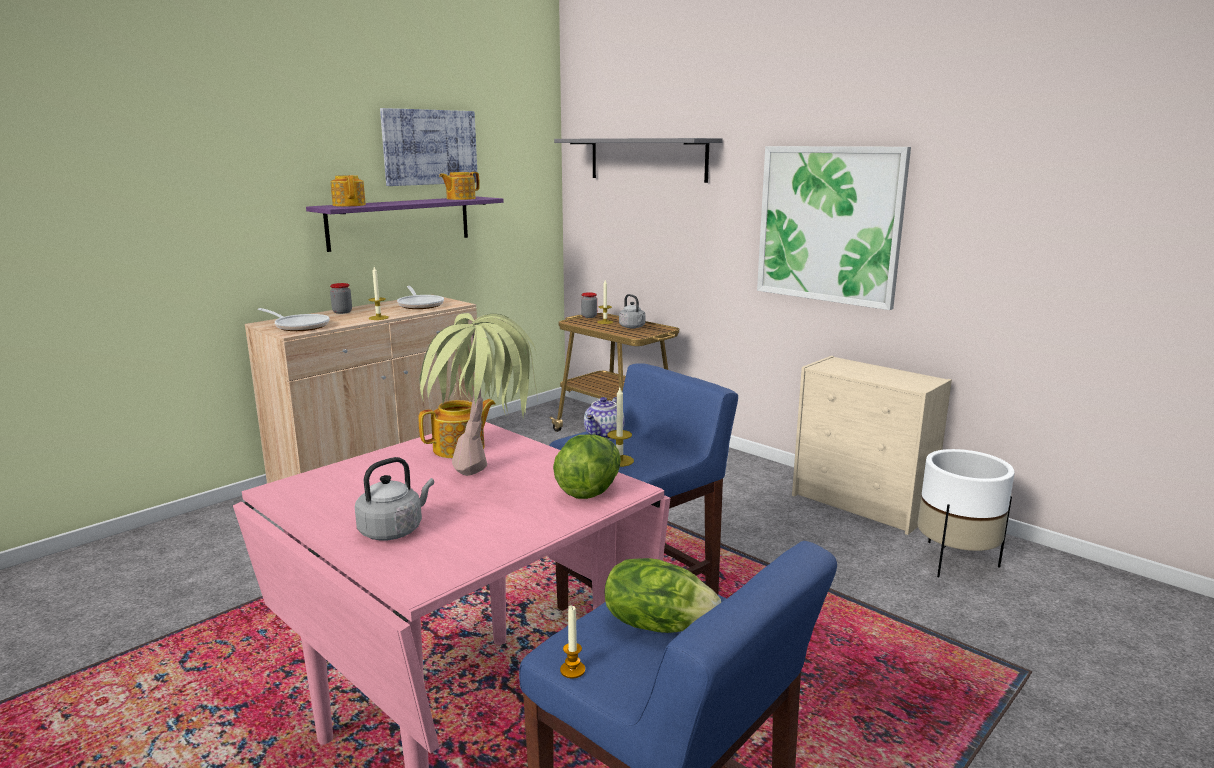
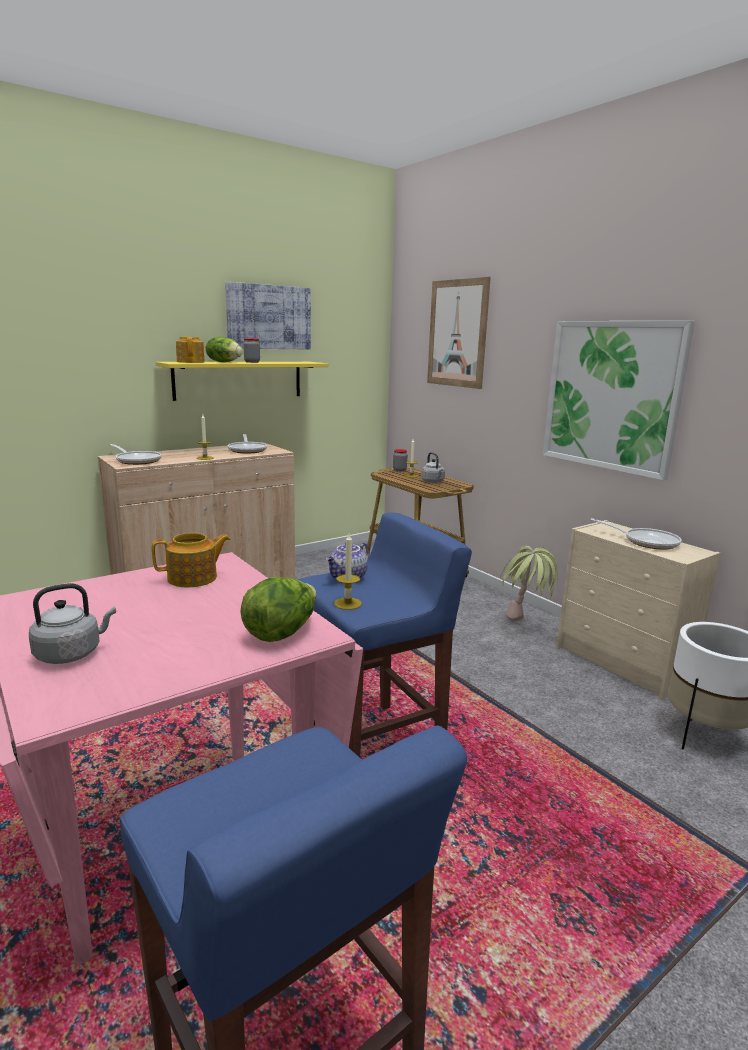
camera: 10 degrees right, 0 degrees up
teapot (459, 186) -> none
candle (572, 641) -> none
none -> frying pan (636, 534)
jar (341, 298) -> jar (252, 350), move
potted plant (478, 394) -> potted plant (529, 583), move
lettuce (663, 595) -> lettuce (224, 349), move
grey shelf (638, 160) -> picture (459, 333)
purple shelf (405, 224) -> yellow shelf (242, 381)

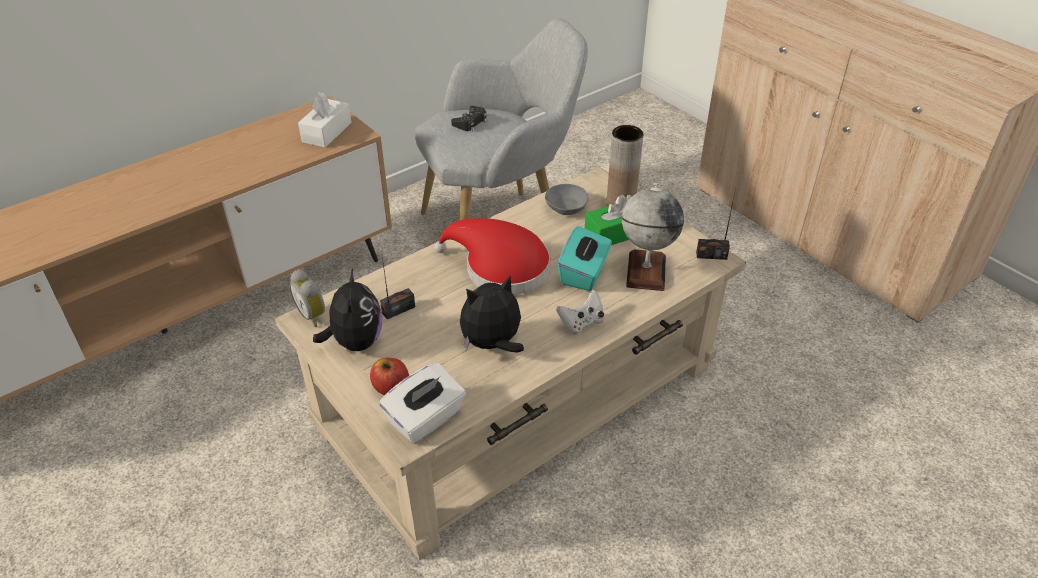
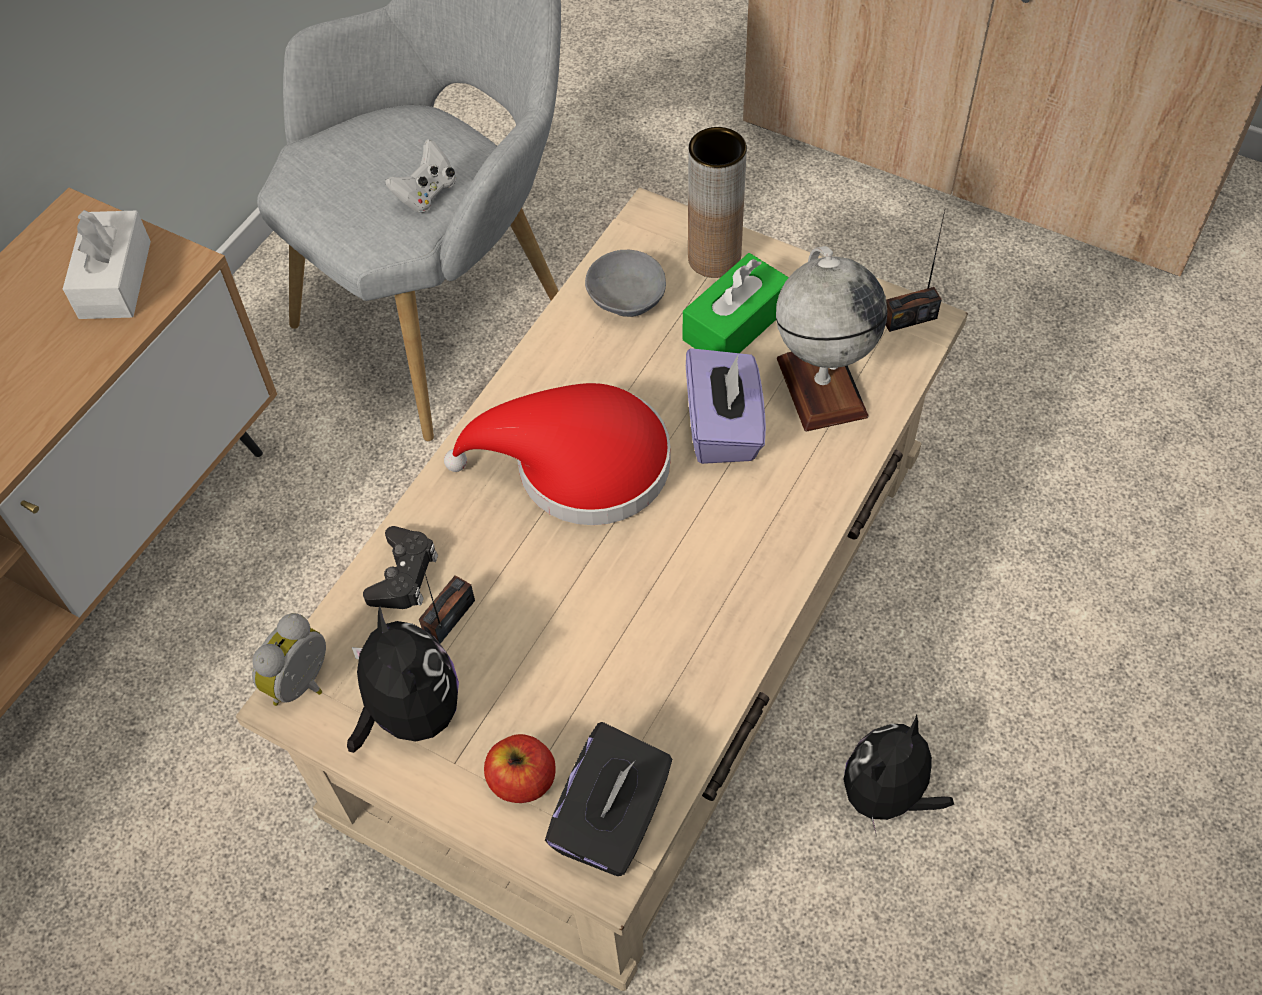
camera: 20 degrees left, 15 degrees up
black game controller (469, 118) -> black game controller (400, 567), move
plush toy (492, 314) -> plush toy (898, 776), move
white game controller (580, 312) -> white game controller (420, 176), move
white tissue box (422, 403) -> black tissue box (608, 799)
turquoise tissue box (585, 258) -> purple tissue box (726, 406)
alarm clock (307, 298) -> alarm clock (289, 659), 90 degrees clockwise

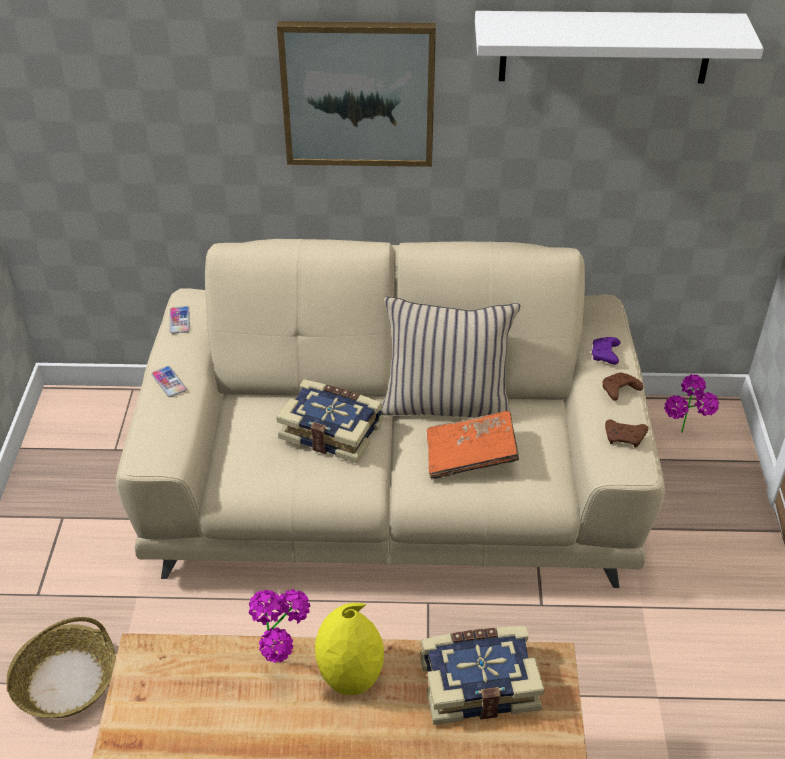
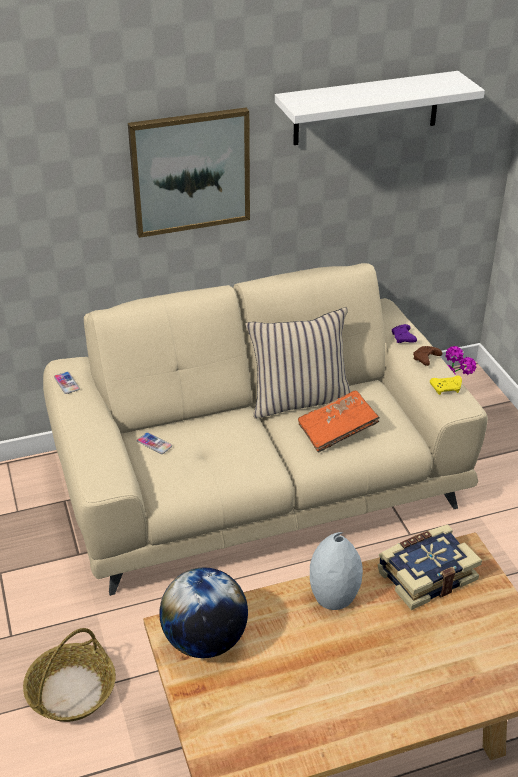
camera: 20 degrees left, 5 degrees down
potted plant (279, 626) -> none
book (329, 421) -> none
none -> globe (203, 612)
phone (169, 381) -> phone (154, 443), move
yellow vase (349, 649) -> grey vase (336, 571)
brown game controller (626, 433) -> yellow game controller (446, 385)

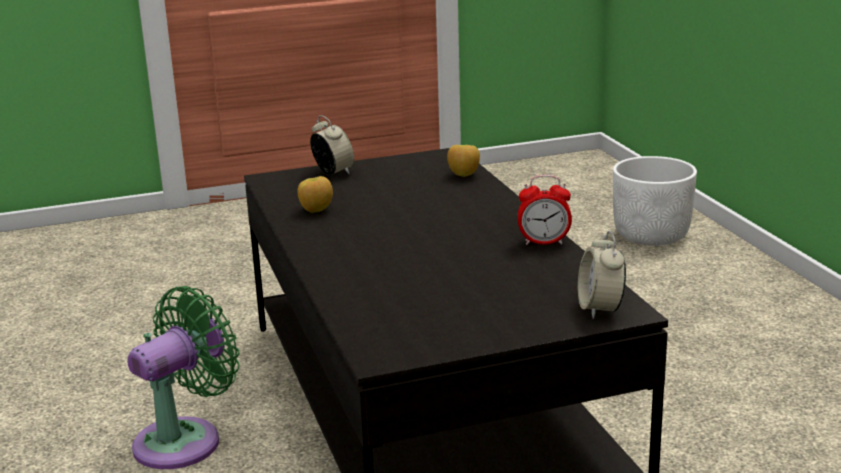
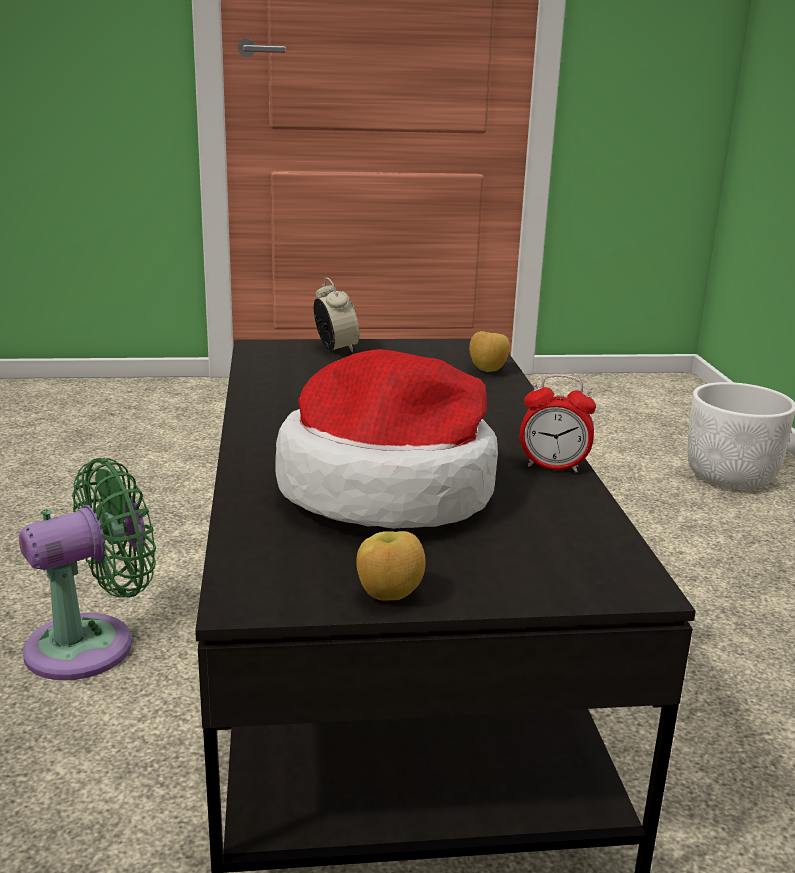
camera: 10 degrees right, 0 degrees up
alarm clock (602, 275) -> none
none -> hat (387, 439)
apple (315, 194) -> apple (391, 566), move

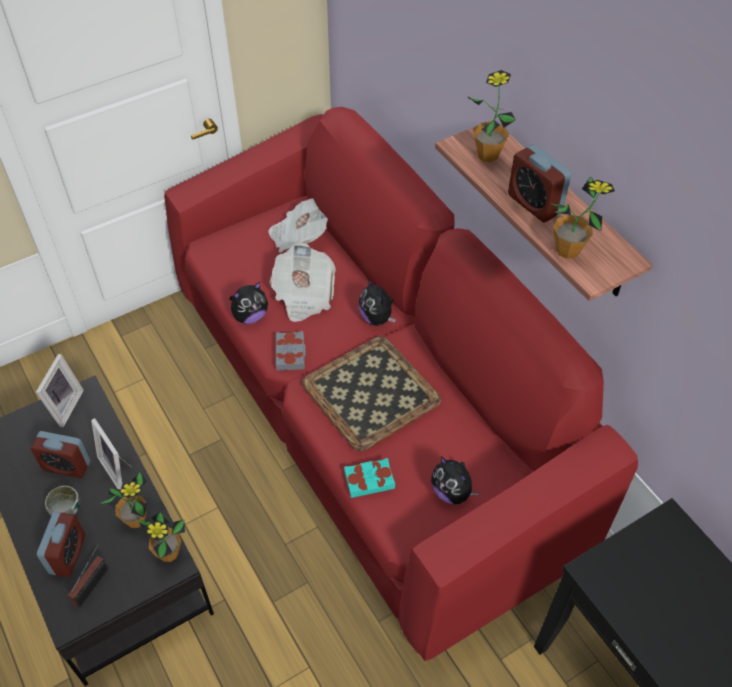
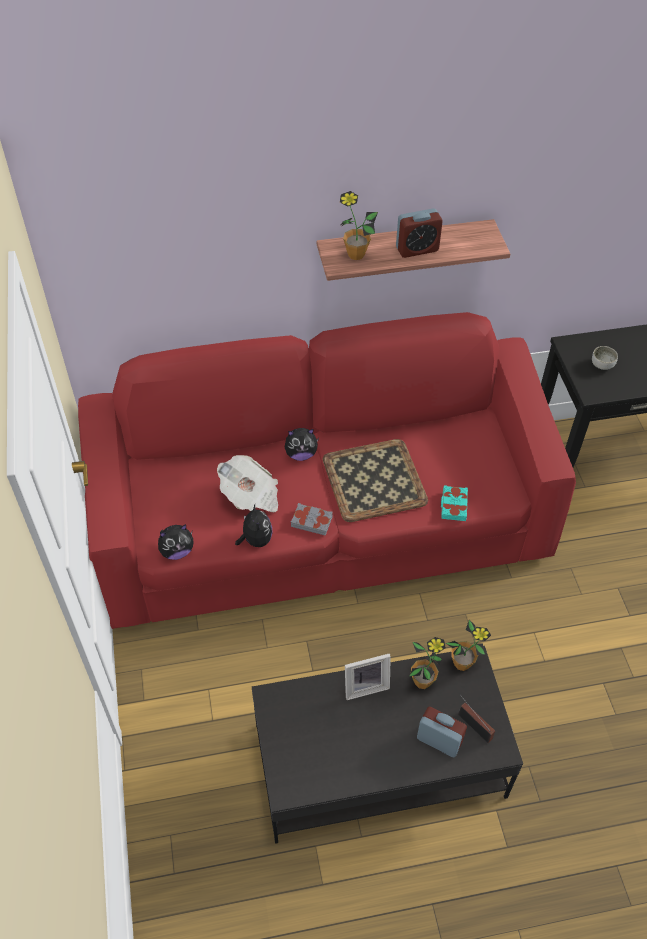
camera: 70 degrees left, 0 degrees up
alarm clock (60, 454) -> none
picture frame (60, 391) -> none
newspaper (298, 226) -> none
potted plant (582, 217) -> none
bowl (62, 501) -> bowl (605, 358), move
plush toy (455, 480) -> plush toy (176, 542), move

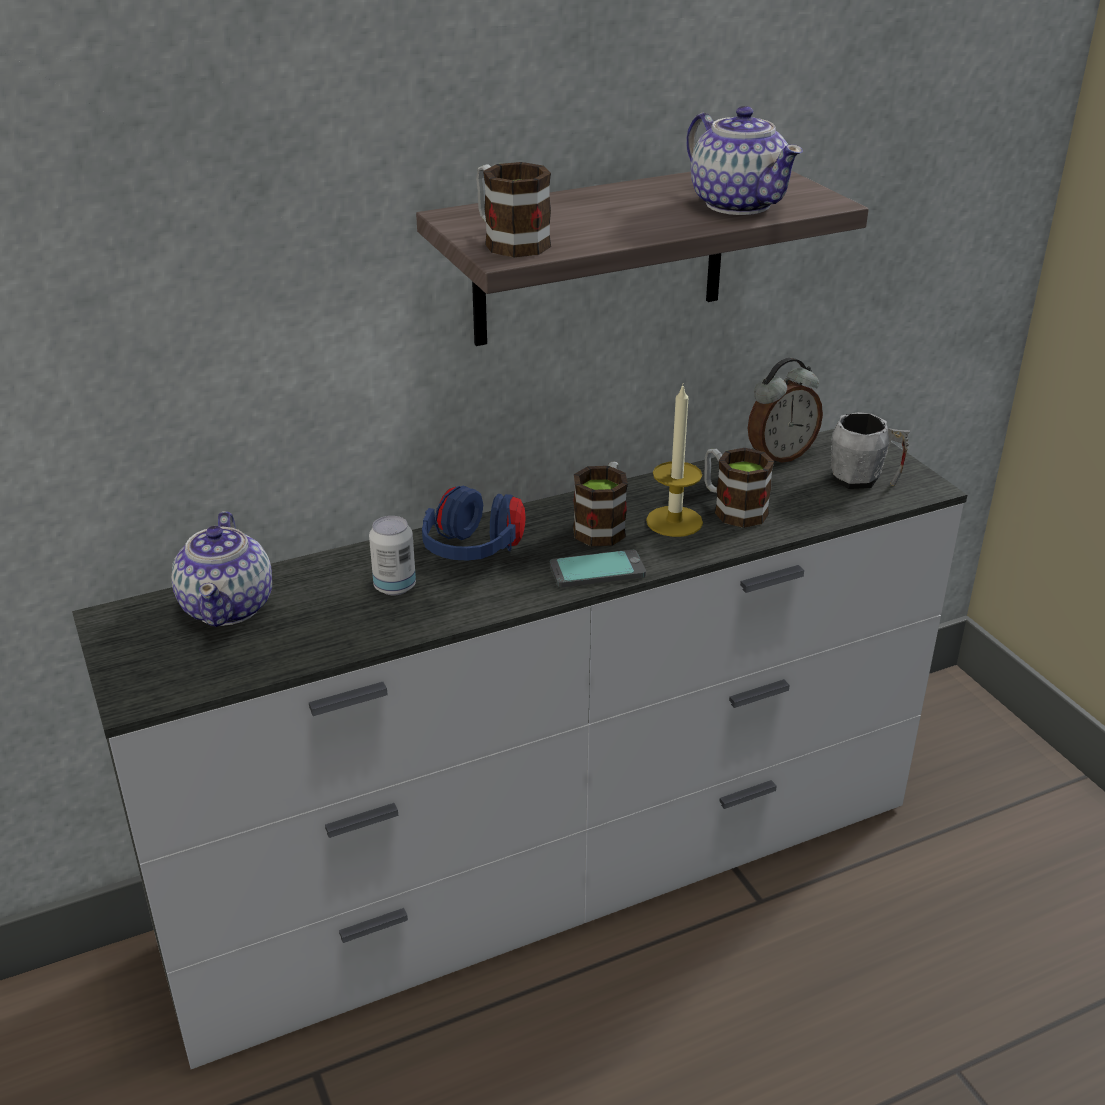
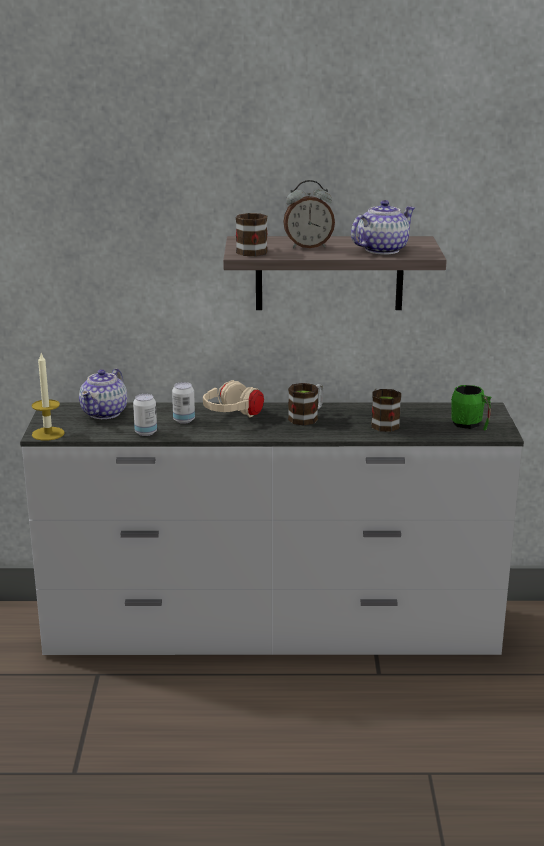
camera: 25 degrees right, 10 degrees down
phone (598, 568) -> none
none -> can (145, 415)
candle (674, 461) -> candle (48, 397), move
alarm clock (785, 410) -> alarm clock (309, 214), move
blue headphones (473, 523) -> beige headphones (233, 398)
grey mug (870, 450) -> green mug (471, 408)
teapot (744, 160) -> teapot (383, 227), 120 degrees counterclockwise

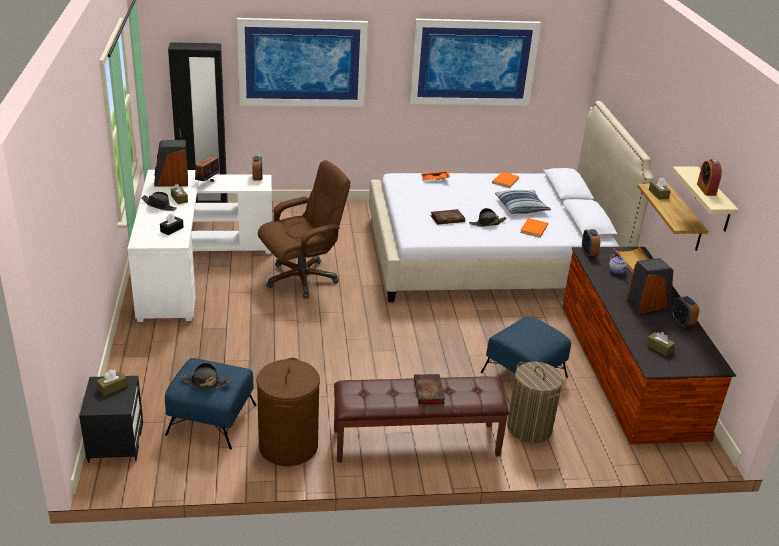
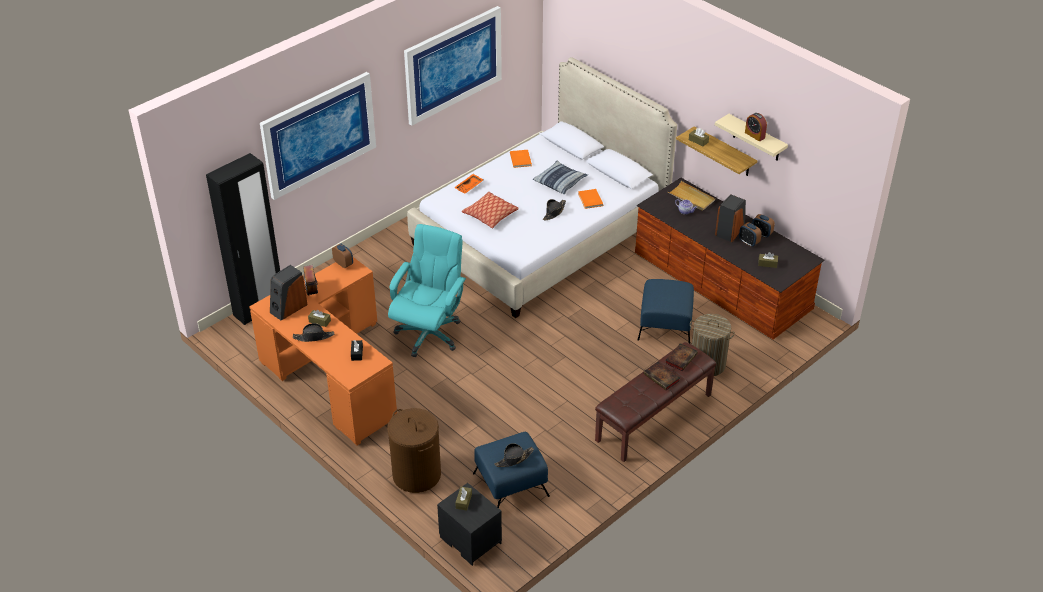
camera: 35 degrees left, 10 degrees up
none -> pillow (490, 210)
brown laundry basket (288, 412) -> brown laundry basket (414, 450), move
book (447, 217) -> book (681, 357), move
alarm clock (591, 242) -> alarm clock (750, 234), move
white desk (200, 246) -> orange desk (323, 351)
brown office chair (304, 229) -> turquoise office chair (427, 290)

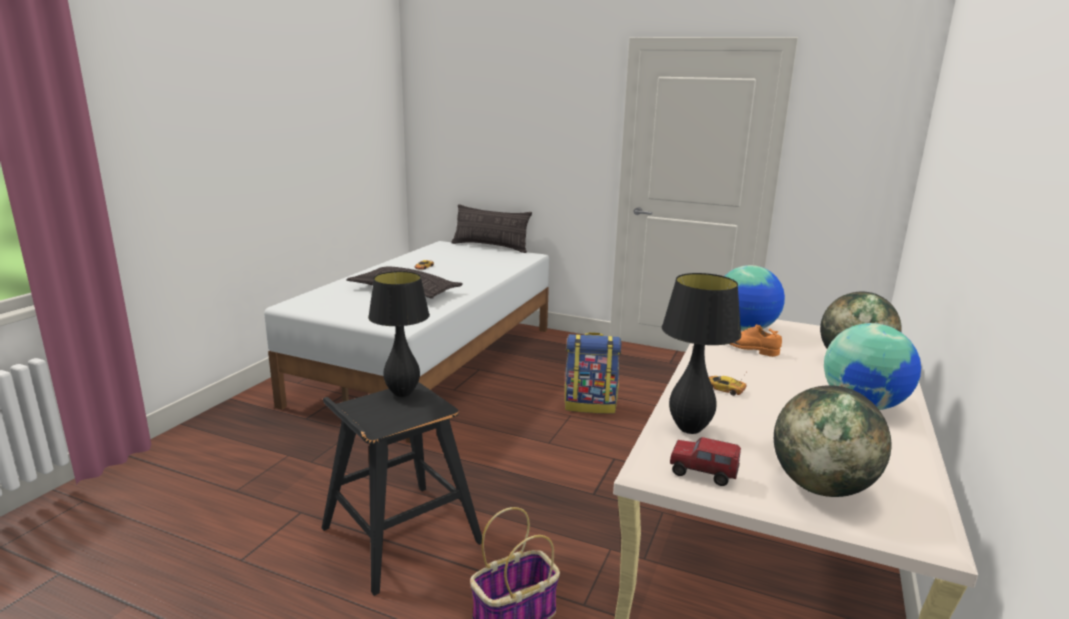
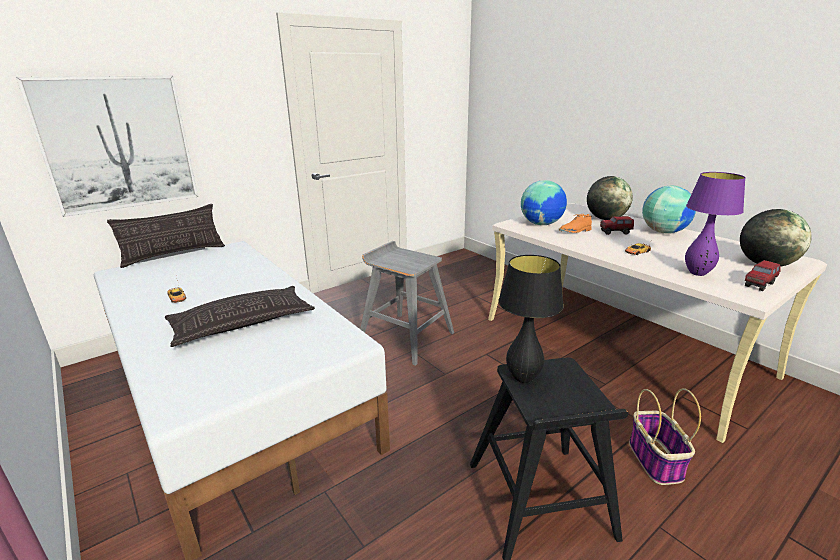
camera: 60 degrees left, 5 degrees up
none -> picture (107, 146)
none -> toy truck (617, 225)
backpack (593, 373) -> grey stool (407, 303)
black table lamp (701, 353) -> purple table lamp (715, 224)

